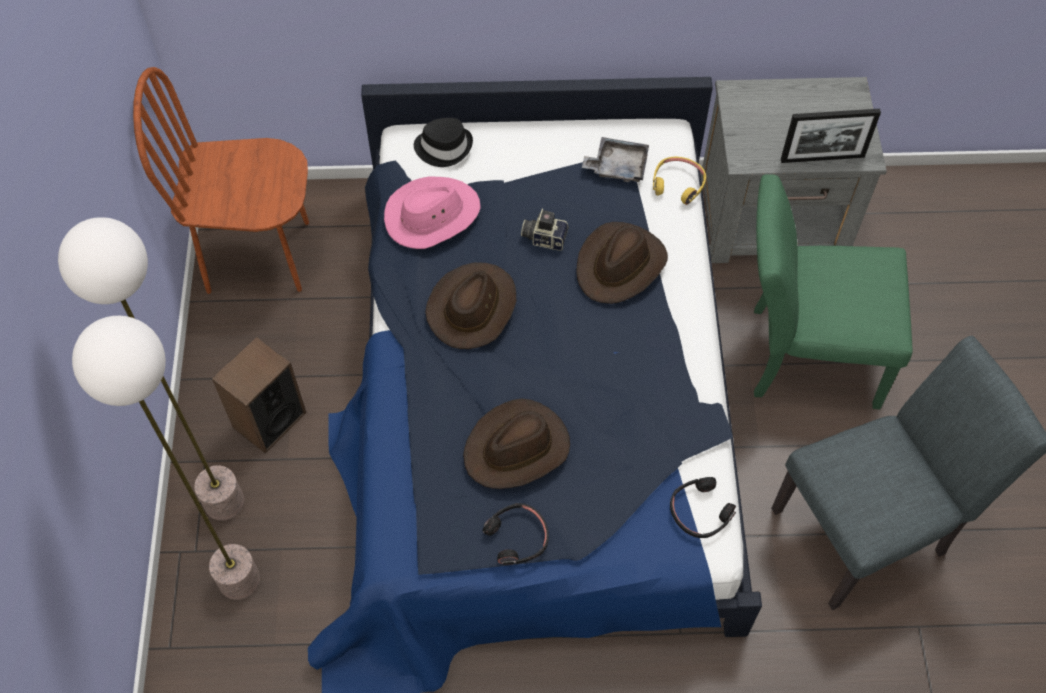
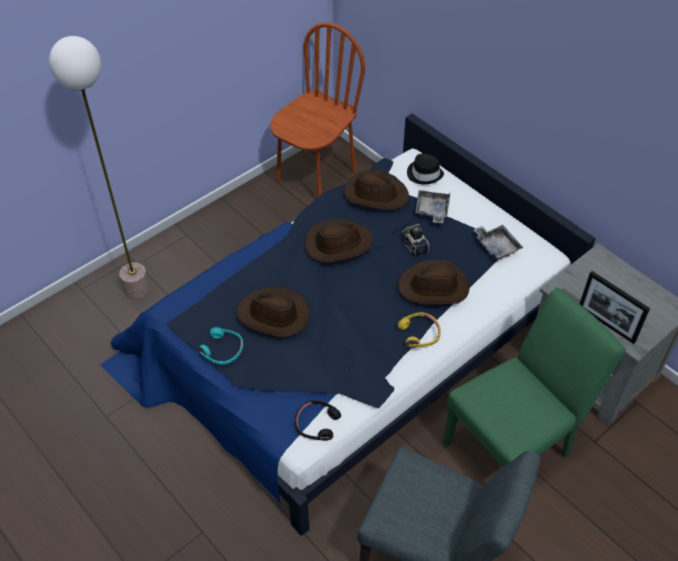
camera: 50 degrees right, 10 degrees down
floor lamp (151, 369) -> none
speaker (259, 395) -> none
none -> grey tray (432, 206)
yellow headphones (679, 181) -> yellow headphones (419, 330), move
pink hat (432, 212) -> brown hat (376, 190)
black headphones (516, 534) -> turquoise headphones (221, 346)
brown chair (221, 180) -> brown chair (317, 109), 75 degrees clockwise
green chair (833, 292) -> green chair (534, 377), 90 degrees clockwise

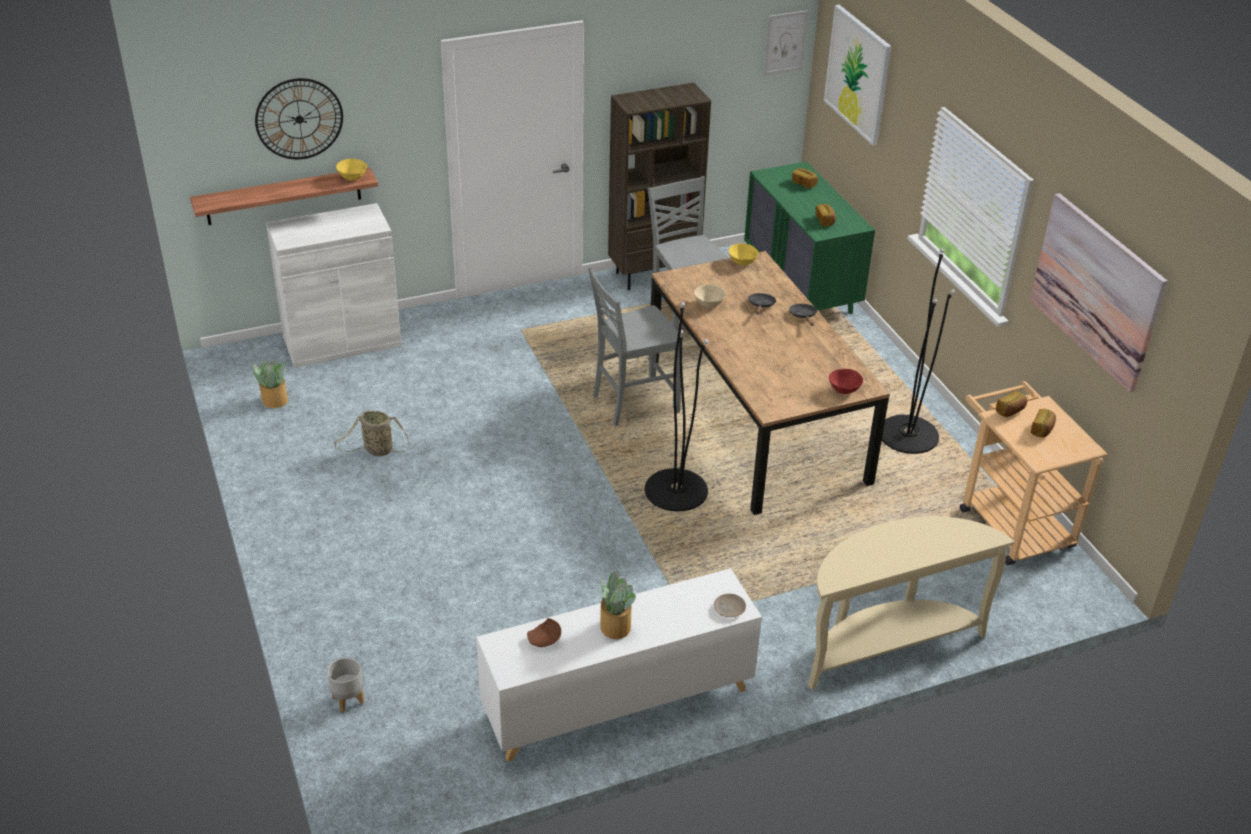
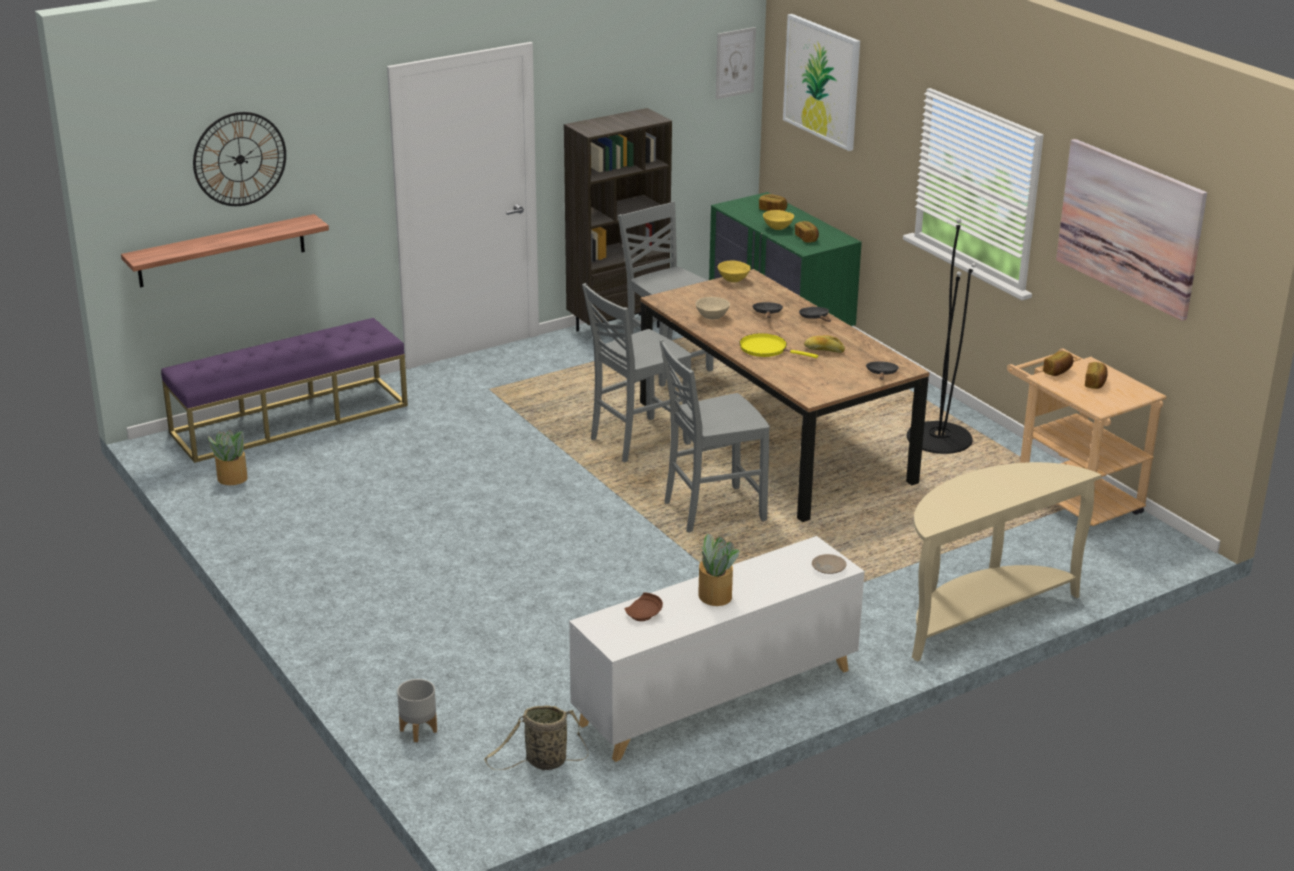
camera: 10 degrees left, 10 degrees down
none -> yellow frying pan (778, 345)
none -> bread (824, 344)
basket (371, 433) -> basket (536, 737), move
yellow bowl (351, 170) -> yellow bowl (778, 220), move
white cabinet (334, 285) -> purple bench (284, 390)
black floor lamp (676, 406) -> grey chair (714, 436)
red bowl (846, 381) -> black frying pan (882, 370)

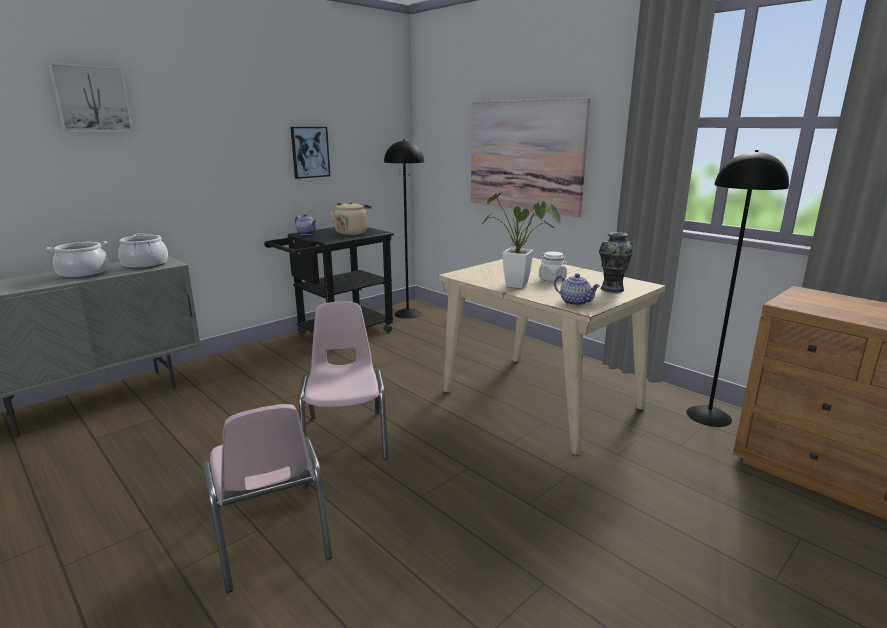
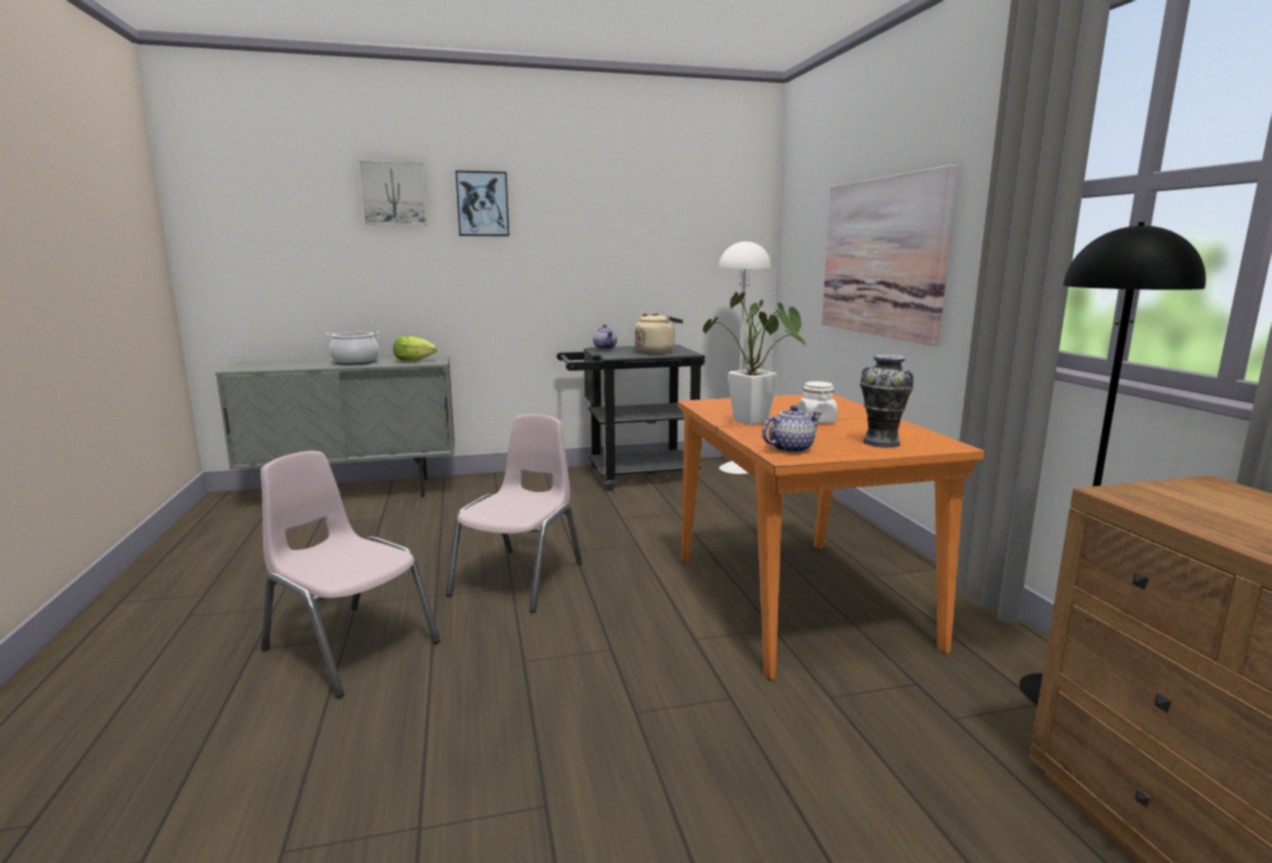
camera: 30 degrees right, 5 degrees down
picture (310, 153) -> picture (482, 203), move
cooking pot (143, 251) -> lettuce (415, 348)
black floor lamp (404, 229) -> white floor lamp (744, 357)
beige dining table (552, 356) -> orange dining table (831, 537)
pink chair (267, 498) -> pink chair (350, 575), 120 degrees clockwise
teapot (577, 289) -> teapot (792, 429), 105 degrees counterclockwise

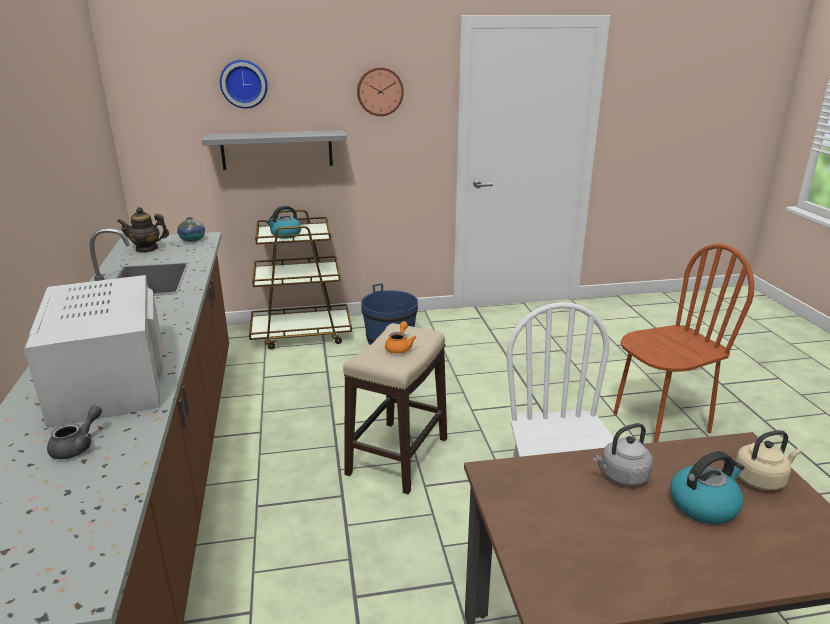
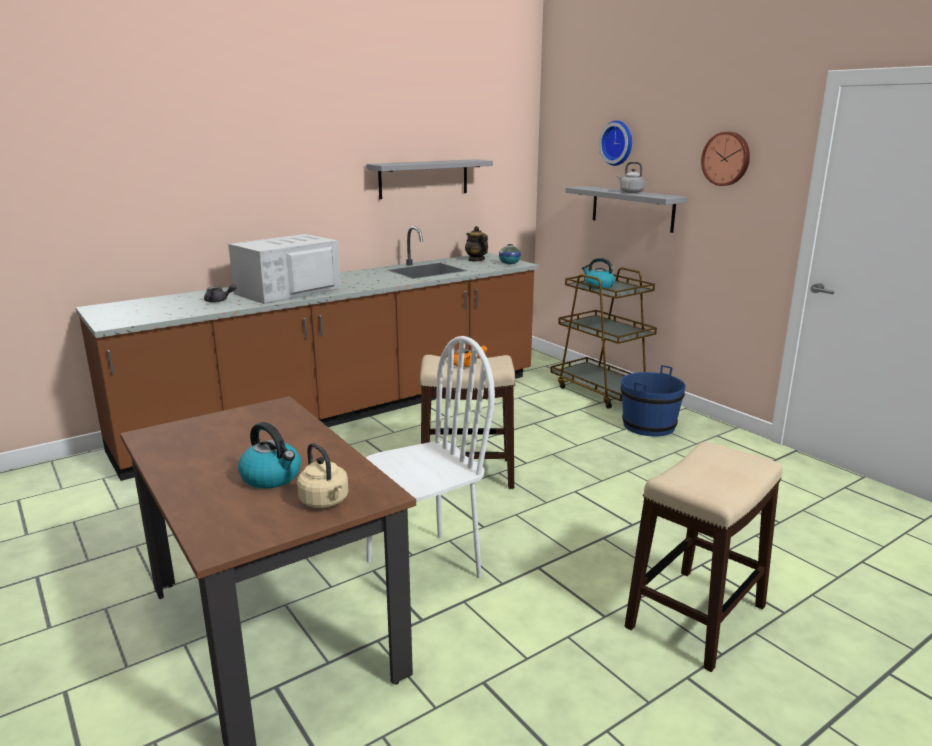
camera: 65 degrees right, 5 degrees down
none -> grey shelf (429, 179)
grey kettle (623, 454) -> grey kettle (631, 177), move
brown chair (683, 343) -> stool (704, 557)

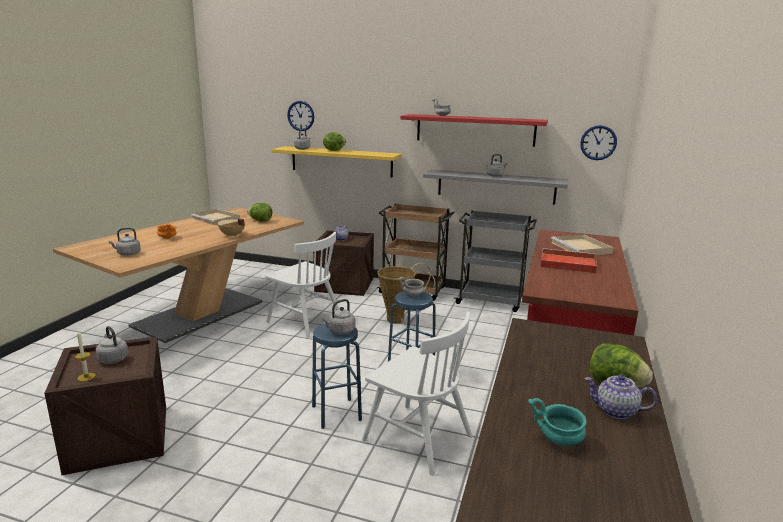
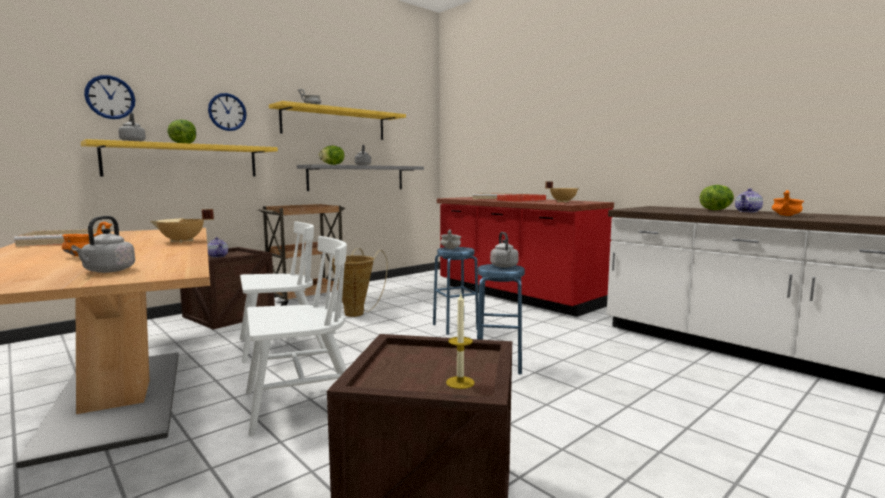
camera: 60 degrees left, 10 degrees down
grey kettle (112, 345) -> none
grey cart (495, 261) -> none
none -> beige cooking pot (562, 192)
lettuce (259, 212) -> lettuce (331, 155), move
white chair (417, 393) -> white chair (296, 336), move
wall clock (598, 142) -> wall clock (227, 112), move
red shelf (474, 130) -> yellow shelf (337, 120)
turquoise bowl (557, 422) -> orange bowl (788, 203)

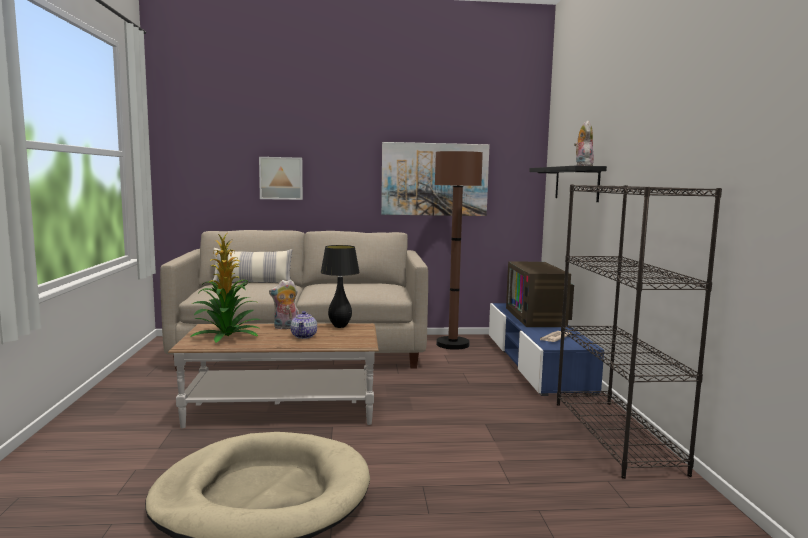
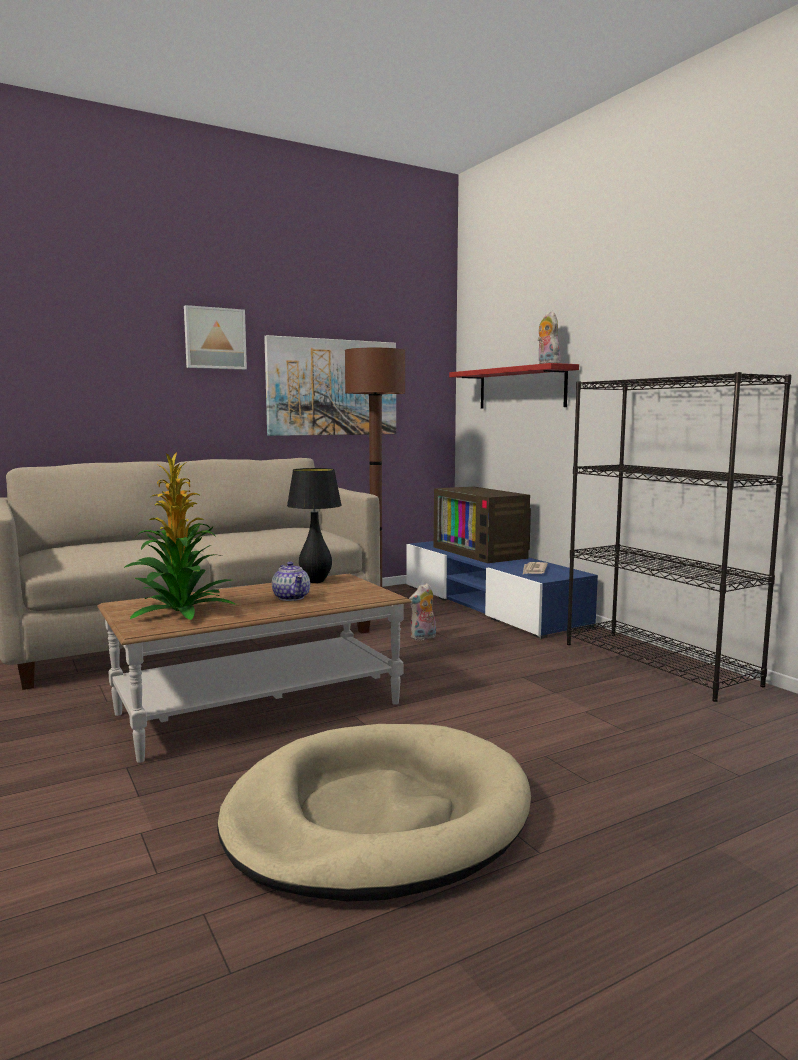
camera: 25 degrees left, 0 degrees up
pillow (253, 265) -> none
picture (281, 178) -> picture (215, 337), move
plush toy (284, 304) -> plush toy (422, 612), move
black shelf (568, 184) -> red shelf (514, 386)

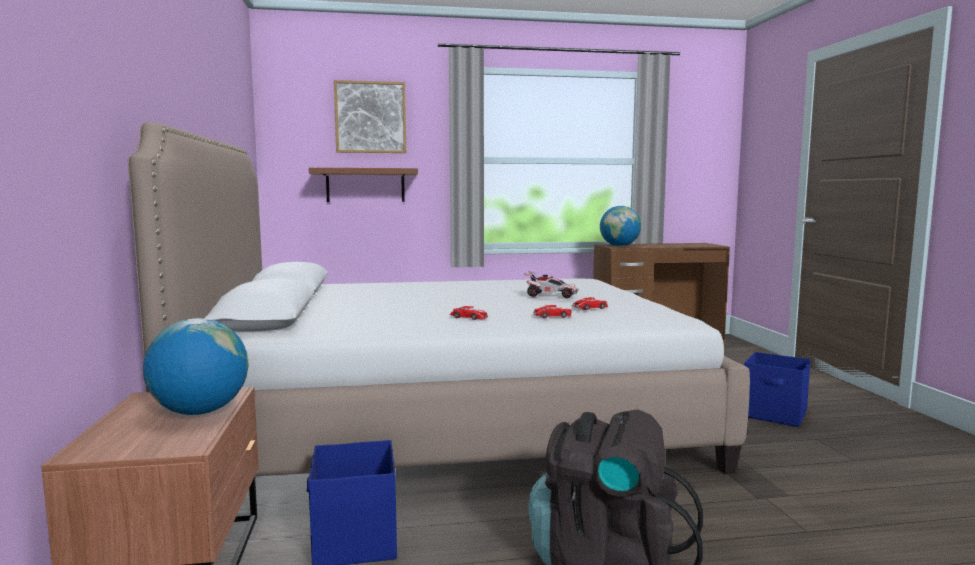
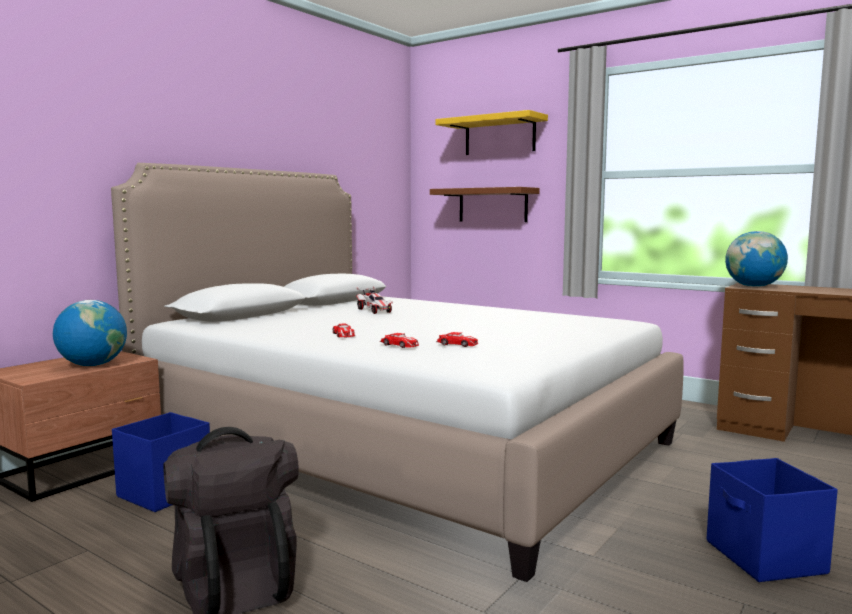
camera: 45 degrees right, 0 degrees up
toy car (551, 284) -> toy car (374, 300), move
picture (370, 116) -> yellow shelf (492, 132)

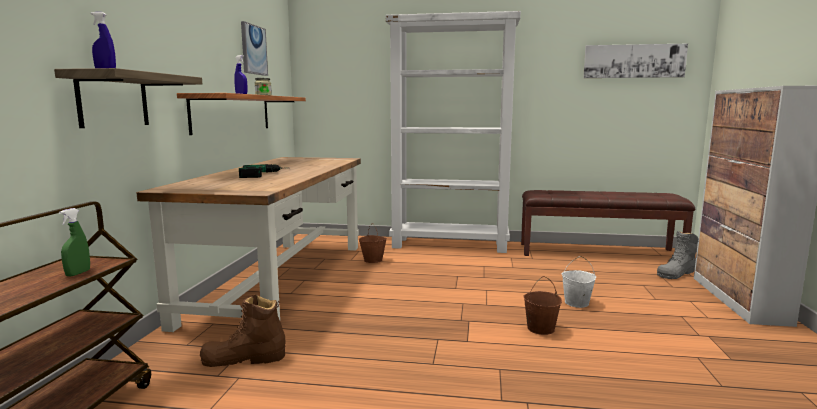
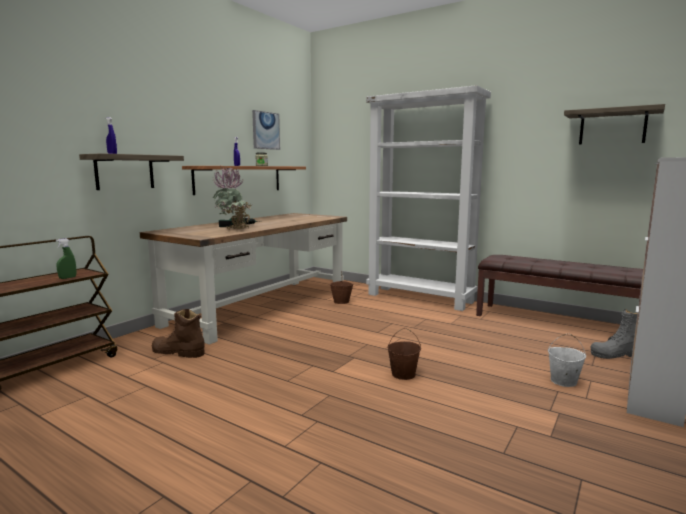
camera: 25 degrees right, 0 degrees up
none -> potted plant (232, 198)
white bucket (579, 282) -> white bucket (567, 360), move
picture (635, 61) -> shelf (614, 124)

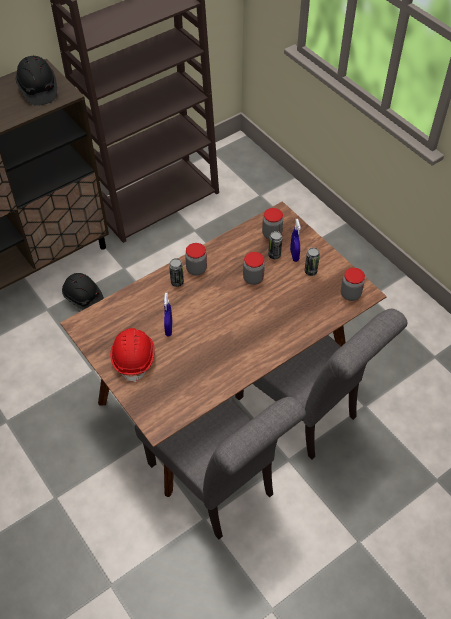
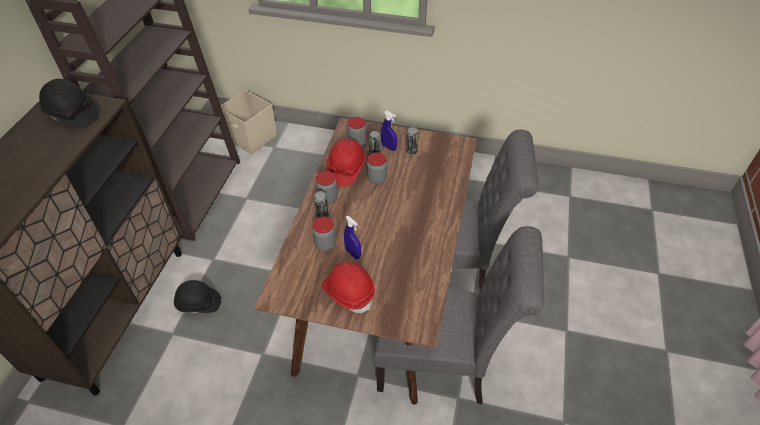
camera: 40 degrees left, 5 degrees down
none -> beige storage box (249, 122)
none -> red hard hat (346, 163)
jar (353, 284) -> jar (324, 234), move

